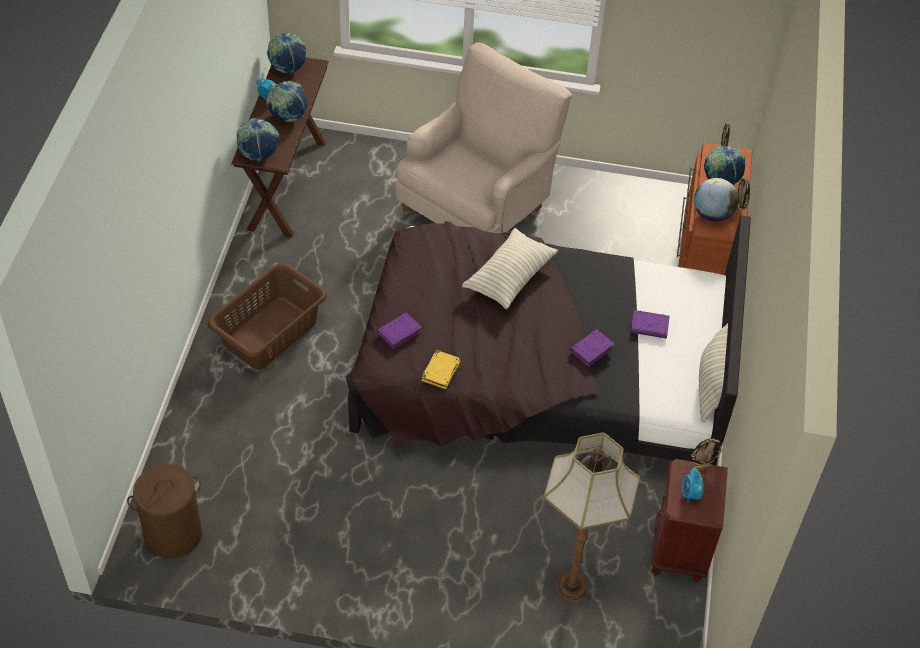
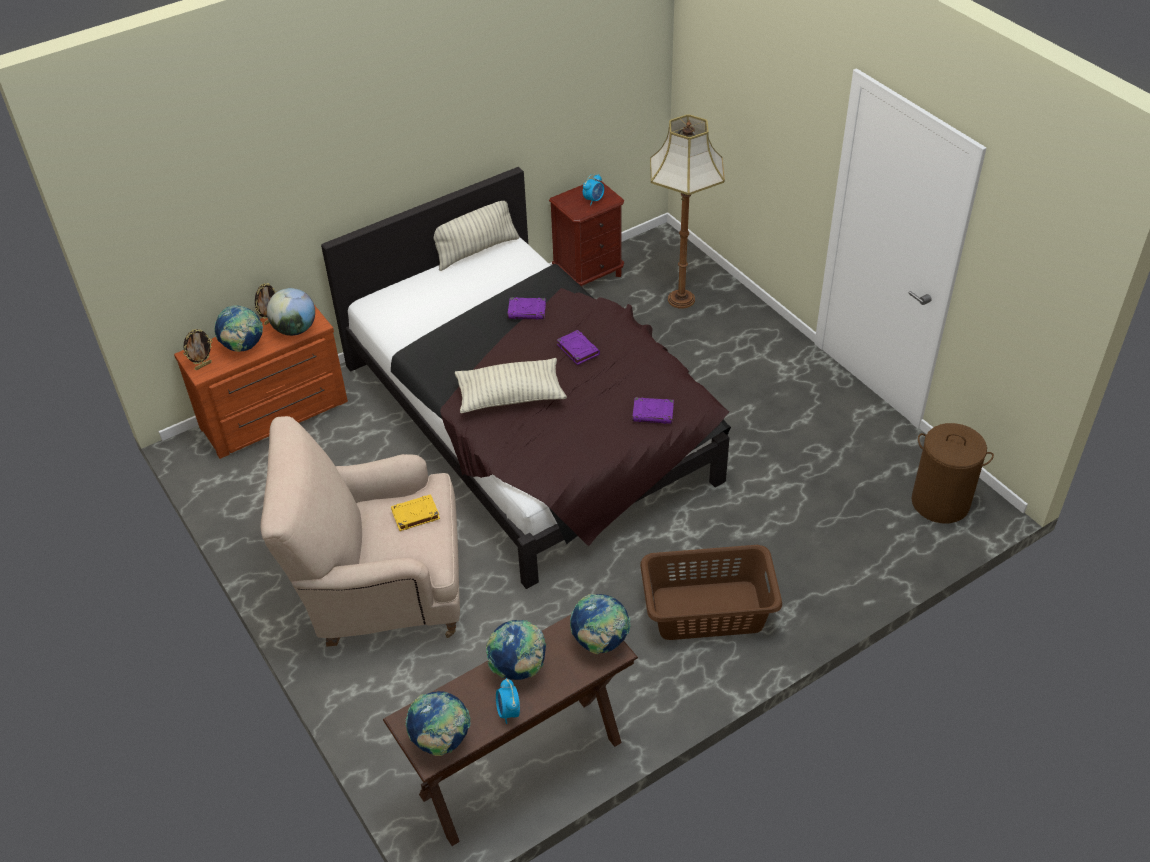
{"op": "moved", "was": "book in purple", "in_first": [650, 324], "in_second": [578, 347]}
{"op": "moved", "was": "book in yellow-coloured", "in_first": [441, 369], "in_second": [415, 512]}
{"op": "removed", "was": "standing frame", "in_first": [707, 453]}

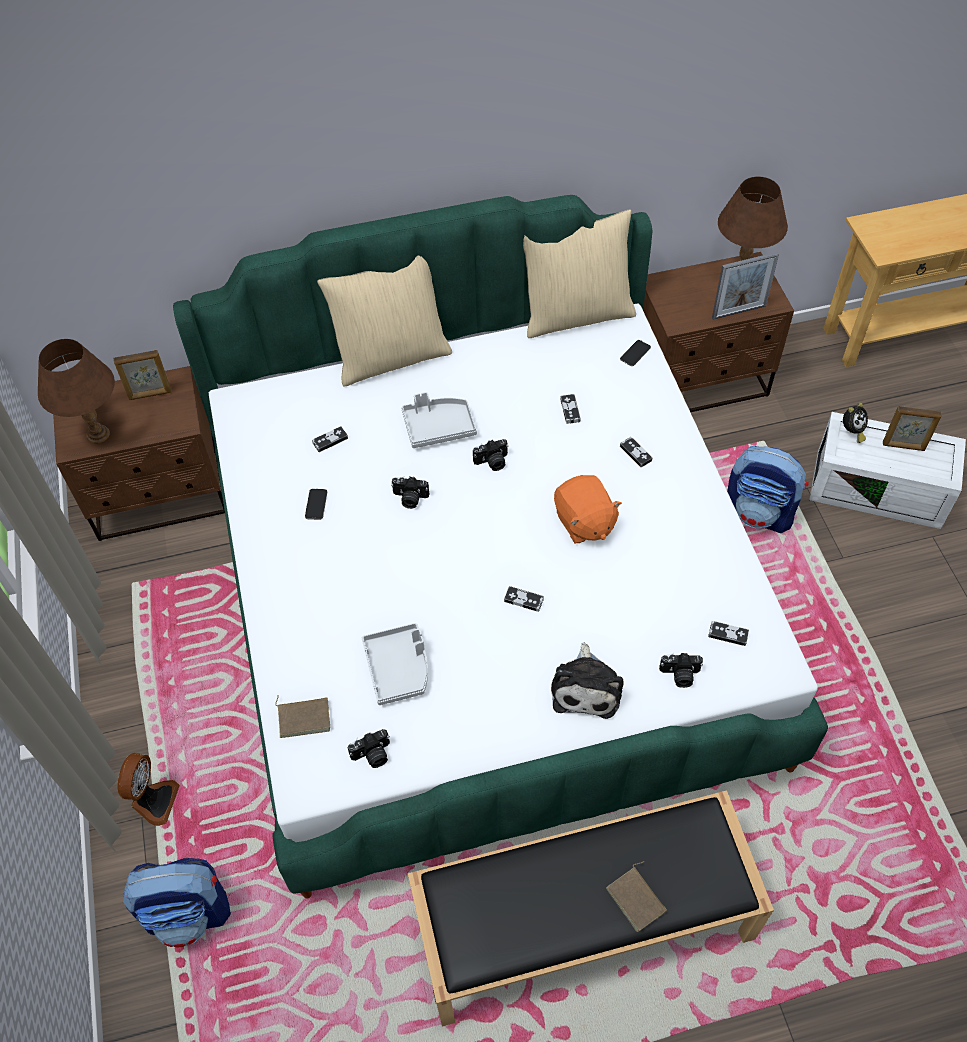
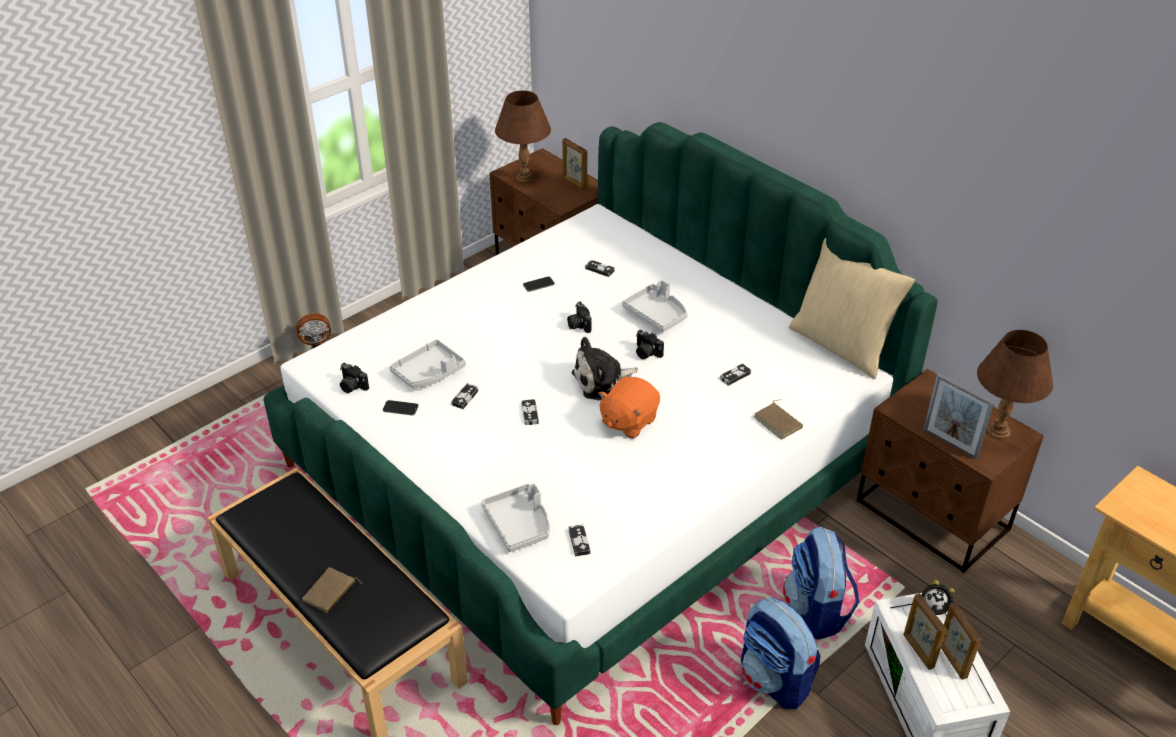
{"op": "removed", "was": "pillow in beige", "in_first": [384, 321]}
{"op": "moved", "was": "handset", "in_first": [635, 353], "in_second": [401, 407]}
{"op": "moved", "was": "joypad", "in_first": [636, 452], "in_second": [465, 396]}
{"op": "moved", "was": "soft toy", "in_first": [587, 680], "in_second": [604, 368]}
{"op": "replaced", "was": "still camera", "now": "carrying tray in gray", "in_first": [681, 670], "in_second": [515, 517]}
{"op": "moved", "was": "book in brownish", "in_first": [302, 716], "in_second": [778, 419]}
{"op": "moved", "was": "knapsack", "in_first": [177, 902], "in_second": [780, 653]}
{"op": "added", "now": "standing frame", "in_second": [925, 631]}

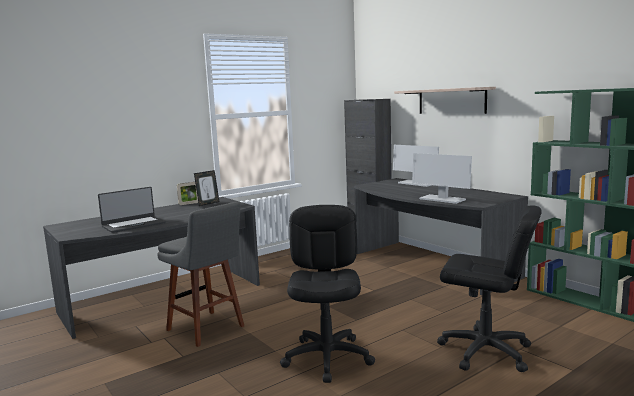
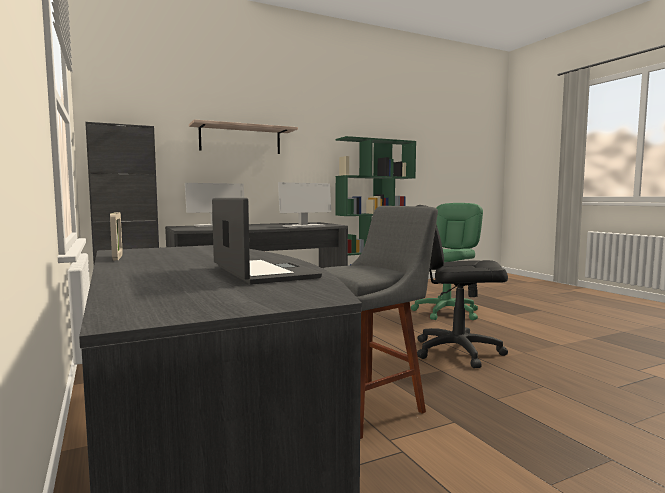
{"op": "removed", "was": "standing frame", "in_first": [206, 188]}
{"op": "recoloured", "was": "desk chair in black", "now": "desk chair in green-coloured", "in_first": [489, 289], "in_second": [447, 261]}

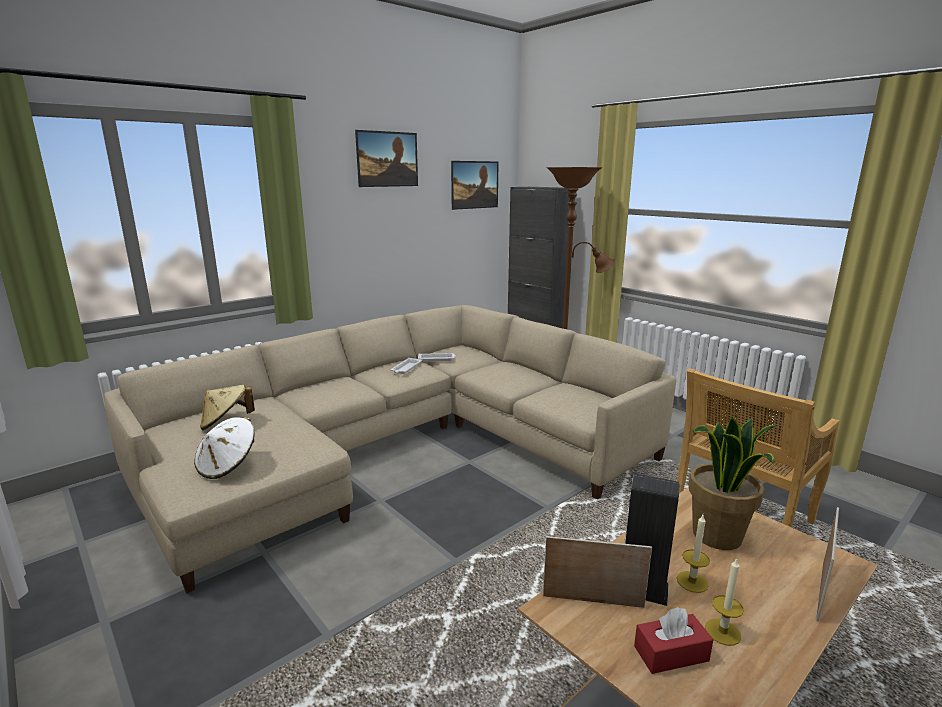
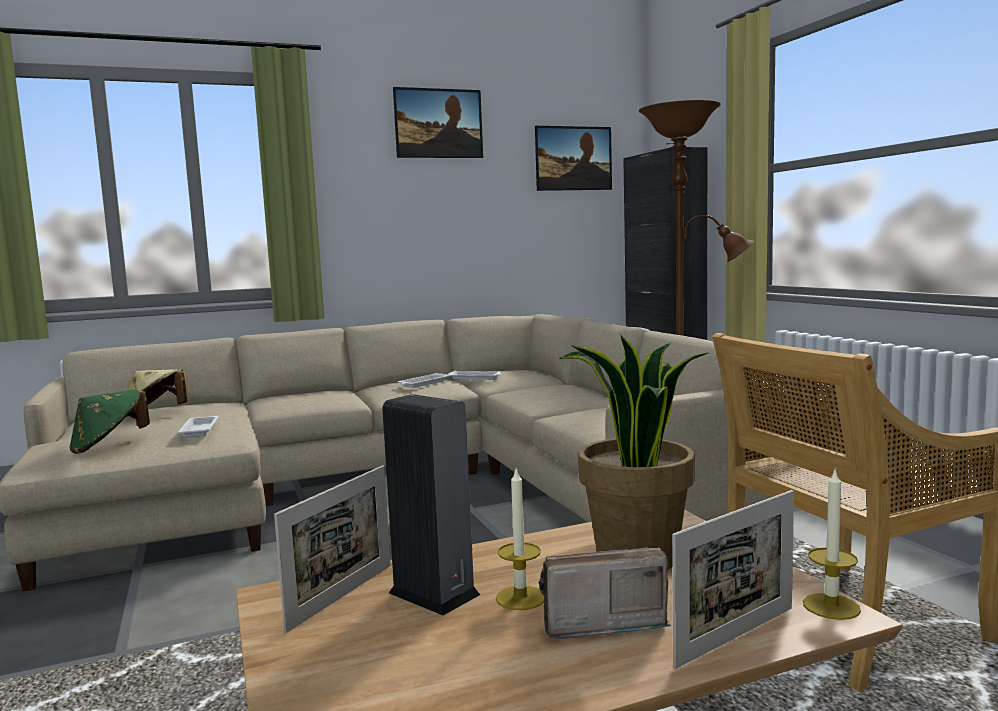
{"op": "recoloured", "was": "clothing hat in white-coloured", "now": "clothing hat in green-coloured", "in_first": [224, 448], "in_second": [110, 421]}
{"op": "turned", "was": "standing frame", "in_first": [597, 572], "in_second": [332, 549], "clockwise": 90}
{"op": "moved", "was": "wax candle", "in_first": [724, 602], "in_second": [832, 545]}
{"op": "removed", "was": "tissue holder in reddish", "in_first": [673, 640]}
{"op": "added", "now": "carrying tray in white-coloured", "in_second": [198, 427]}
{"op": "added", "now": "radio set", "in_second": [604, 593]}

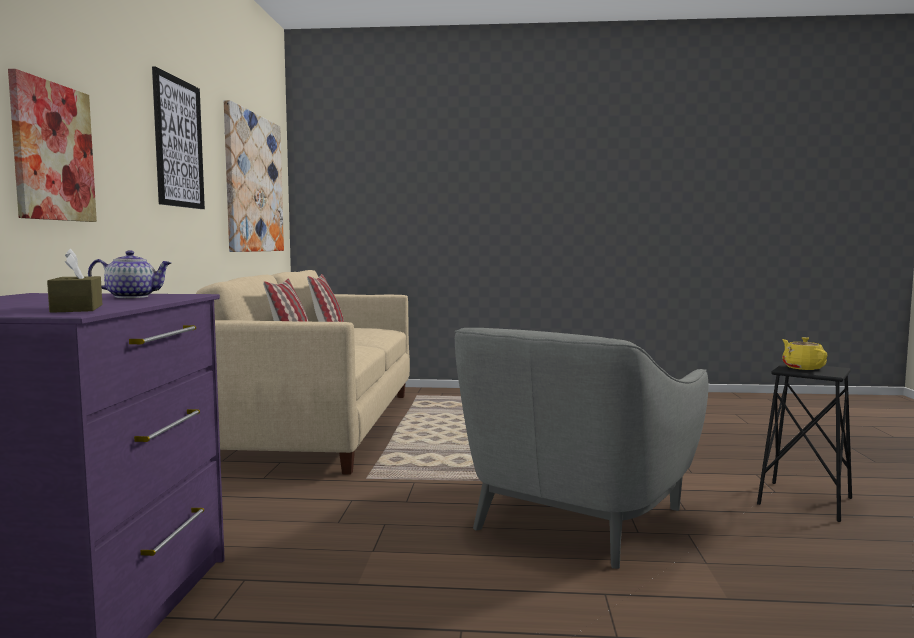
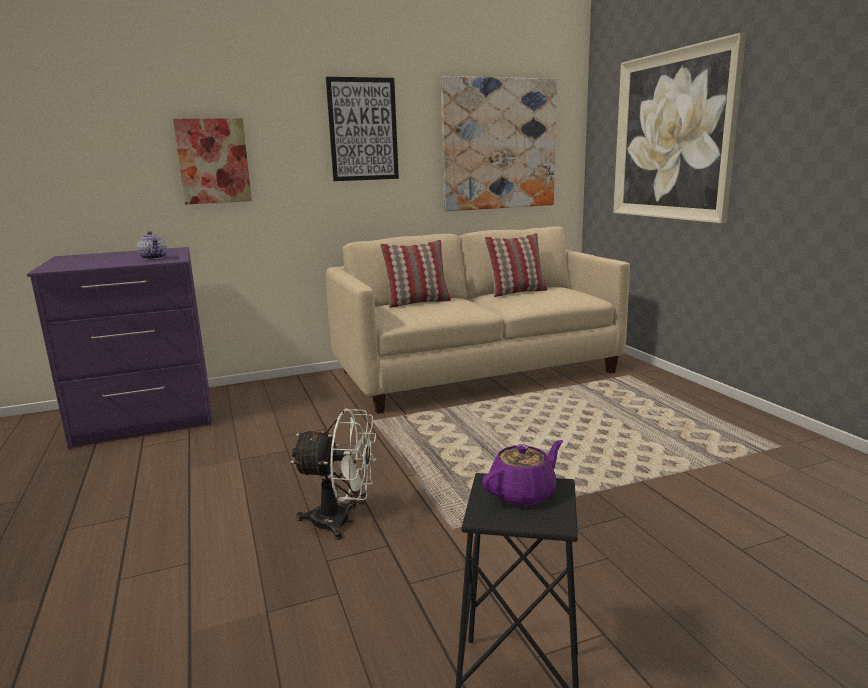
{"op": "removed", "was": "tissue holder in brownish", "in_first": [74, 280]}
{"op": "replaced", "was": "armchair in gray", "now": "electric fan in white-coloured", "in_first": [581, 448], "in_second": [333, 474]}
{"op": "recoloured", "was": "pot for tea in yellow-coloured", "now": "pot for tea in purple", "in_first": [804, 353], "in_second": [522, 473]}
{"op": "added", "now": "wall picture", "in_second": [679, 128]}

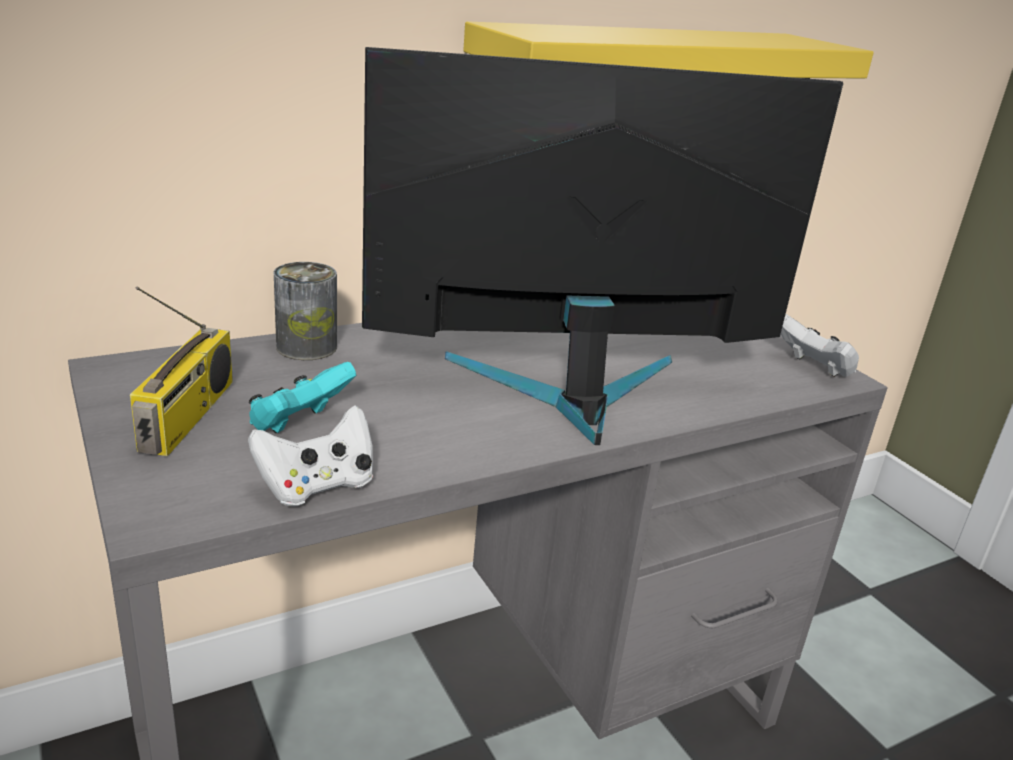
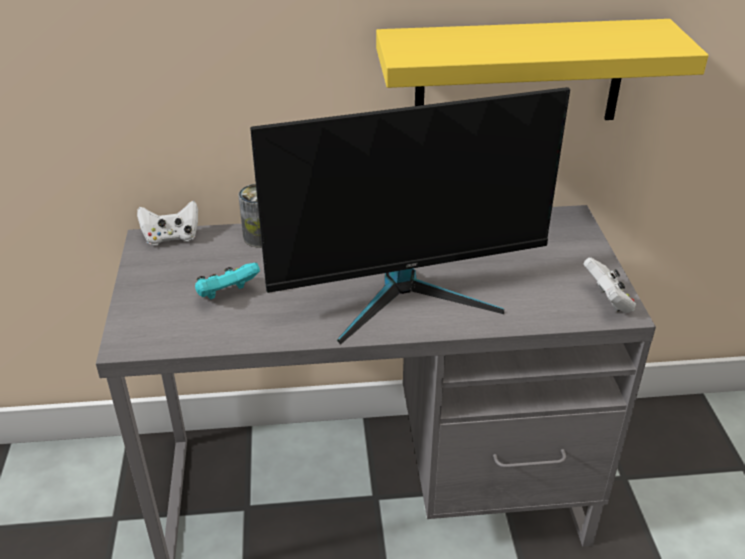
{"op": "turned", "was": "computer display", "in_first": [602, 246], "in_second": [410, 216], "clockwise": 150}
{"op": "removed", "was": "radio set", "in_first": [181, 371]}
{"op": "moved", "was": "joypad in white-coloured", "in_first": [310, 455], "in_second": [167, 223]}

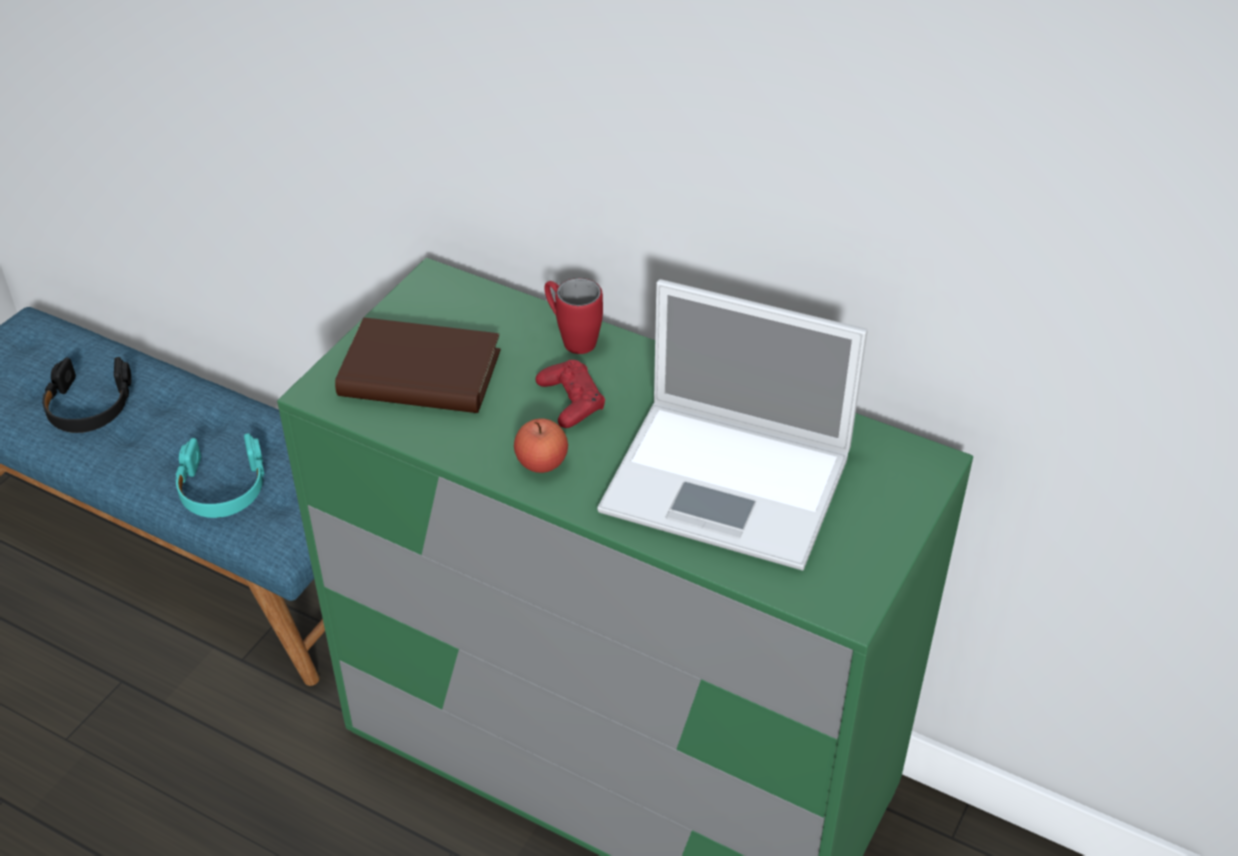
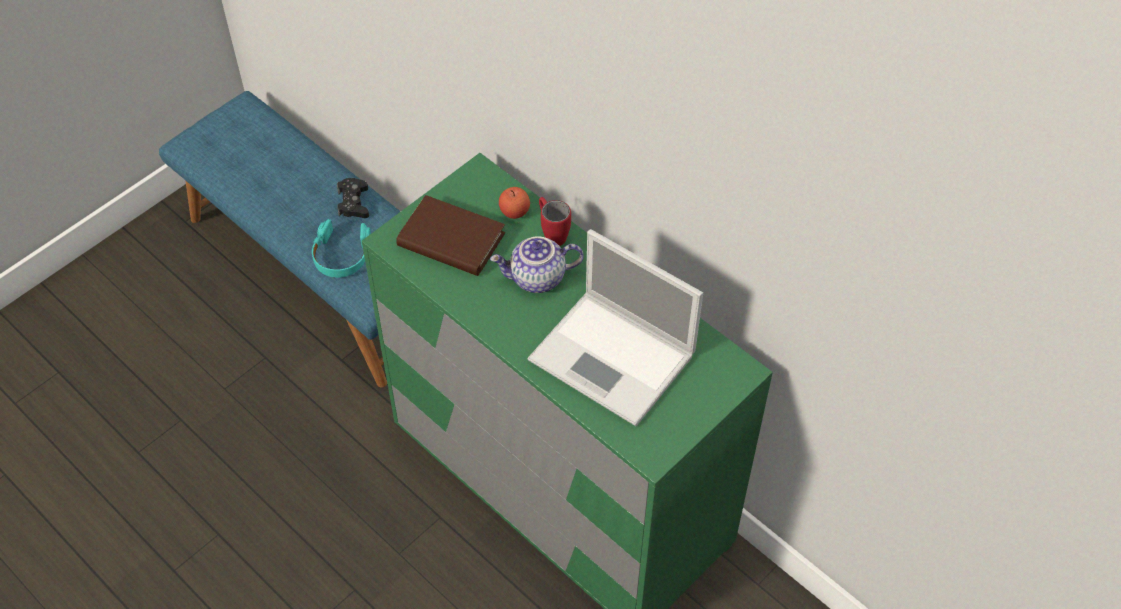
{"op": "removed", "was": "headset in black", "in_first": [86, 395]}
{"op": "replaced", "was": "joypad in reddish", "now": "pot for tea", "in_first": [570, 394], "in_second": [537, 264]}
{"op": "moved", "was": "whole apple", "in_first": [541, 445], "in_second": [514, 203]}
{"op": "added", "now": "joypad in black", "in_second": [353, 198]}

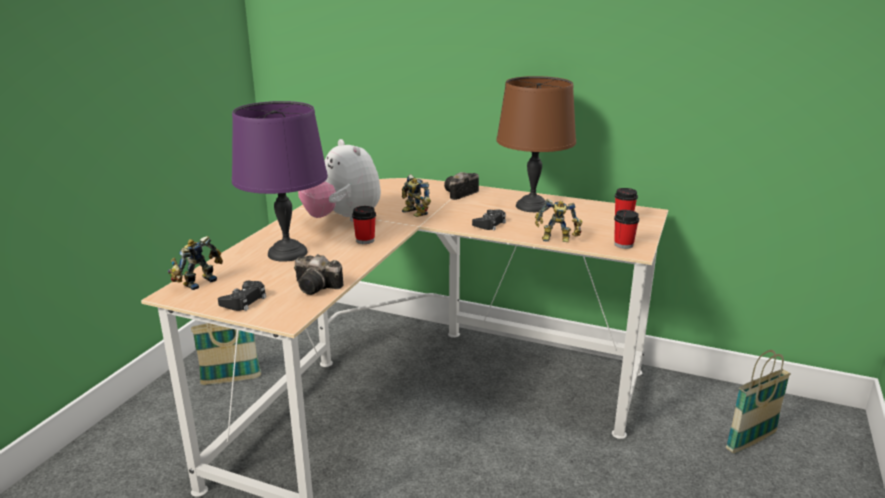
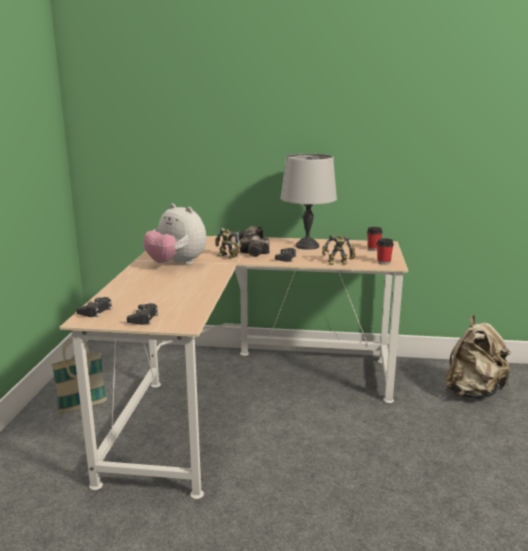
{"op": "recoloured", "was": "lamp for a table in brownish", "now": "lamp for a table in gray", "in_first": [536, 144], "in_second": [308, 202]}
{"op": "removed", "was": "lamp for a table in purple", "in_first": [280, 181]}
{"op": "removed", "was": "drinking cup", "in_first": [364, 225]}
{"op": "replaced", "was": "robot figure", "now": "joypad in black", "in_first": [195, 263], "in_second": [94, 307]}
{"op": "moved", "was": "still camera", "in_first": [319, 274], "in_second": [254, 246]}
{"op": "replaced", "was": "basket", "now": "knapsack in beige", "in_first": [758, 402], "in_second": [477, 357]}

